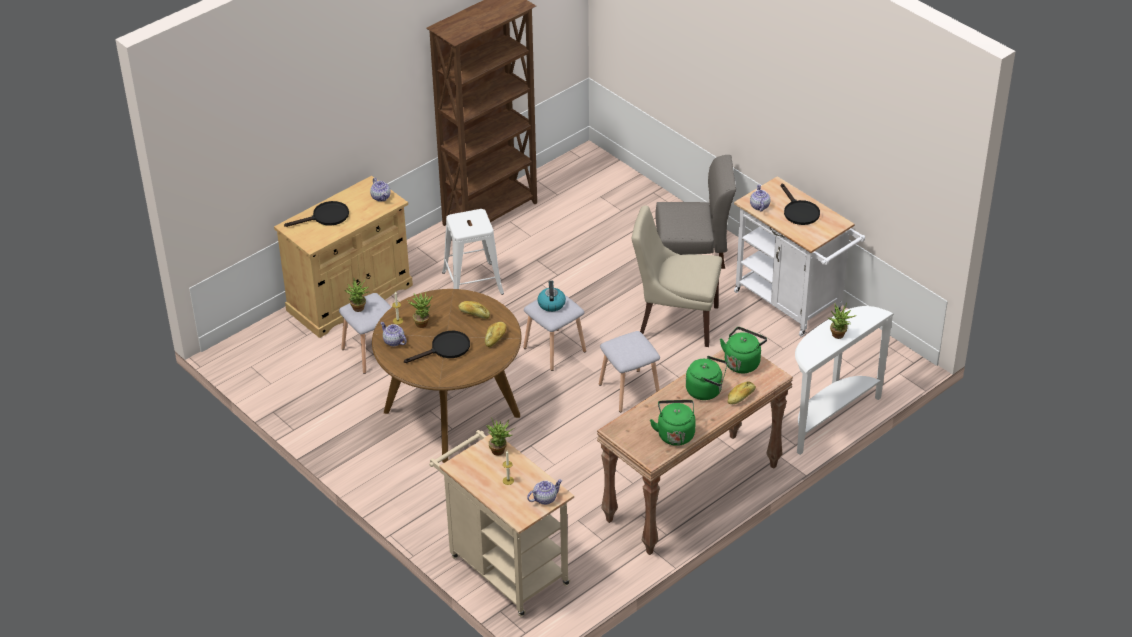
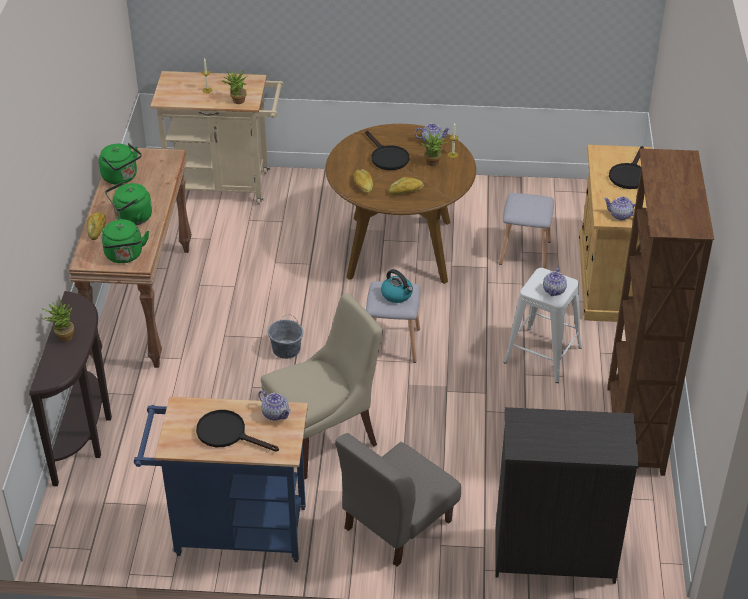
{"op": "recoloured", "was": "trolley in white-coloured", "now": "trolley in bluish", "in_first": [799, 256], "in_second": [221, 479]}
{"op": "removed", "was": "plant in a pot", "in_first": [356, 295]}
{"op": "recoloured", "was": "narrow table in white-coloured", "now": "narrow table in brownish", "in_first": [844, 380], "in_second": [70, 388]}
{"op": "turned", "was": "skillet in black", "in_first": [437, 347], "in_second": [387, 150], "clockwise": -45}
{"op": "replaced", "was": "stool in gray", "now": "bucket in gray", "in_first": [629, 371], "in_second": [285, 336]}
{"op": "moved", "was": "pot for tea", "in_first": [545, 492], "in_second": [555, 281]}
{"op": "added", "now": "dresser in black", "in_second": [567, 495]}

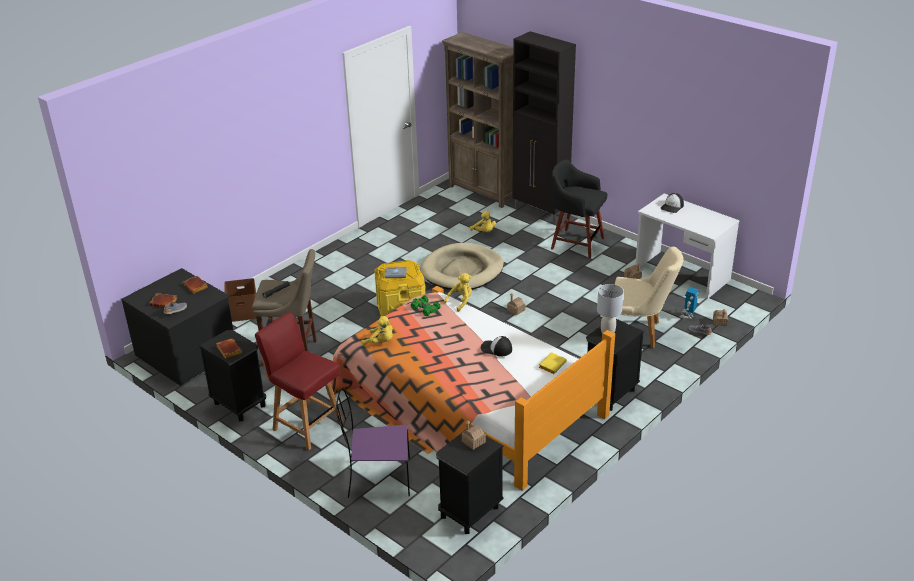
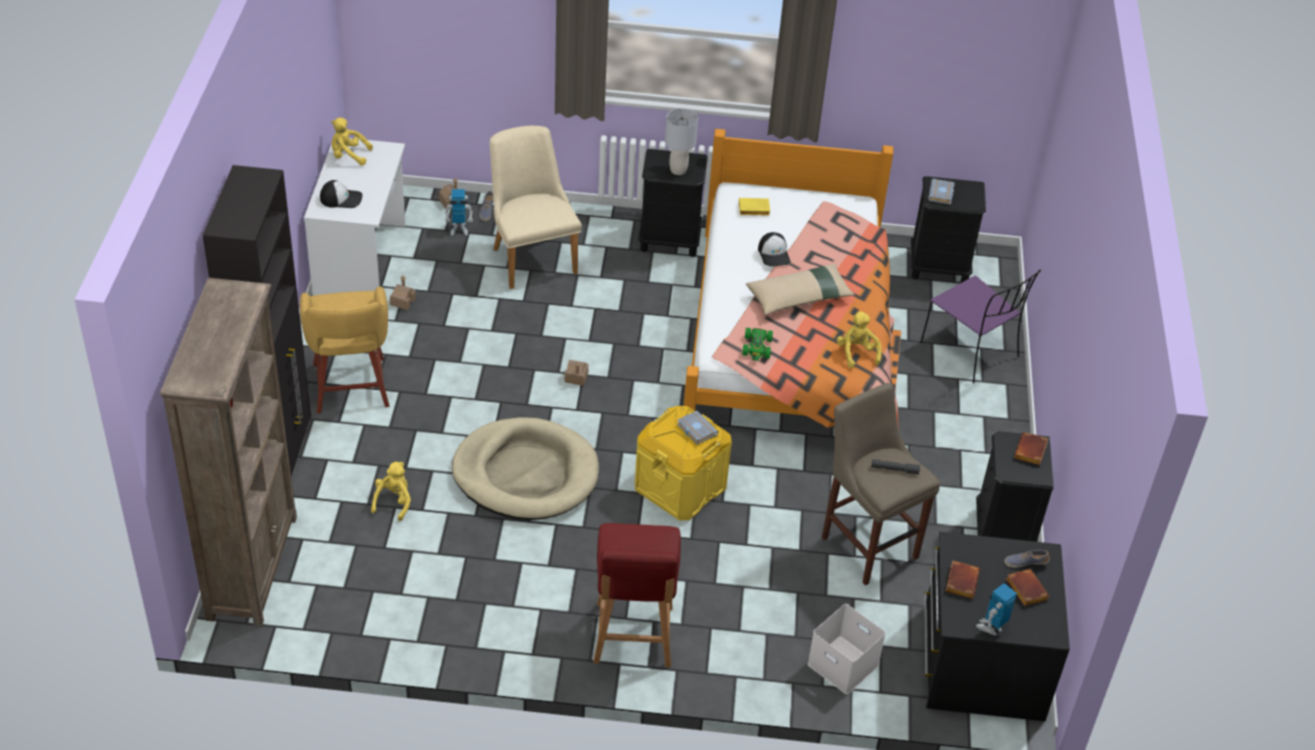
{"op": "recoloured", "was": "stool in black", "now": "stool in yellow-coloured", "in_first": [579, 208], "in_second": [344, 350]}
{"op": "moved", "was": "soft toy in yellow-coloured", "in_first": [458, 292], "in_second": [352, 141]}
{"op": "recoloured", "was": "storage container in brownish", "now": "storage container in white-coloured", "in_first": [240, 300], "in_second": [846, 649]}
{"op": "moved", "was": "plain chair in reddish", "in_first": [299, 381], "in_second": [637, 595]}
{"op": "replaced", "was": "miniature house", "now": "book in gray", "in_first": [474, 435], "in_second": [941, 192]}
{"op": "added", "now": "pillow in beige", "in_second": [800, 289]}
{"op": "added", "now": "robot figure", "in_second": [996, 609]}

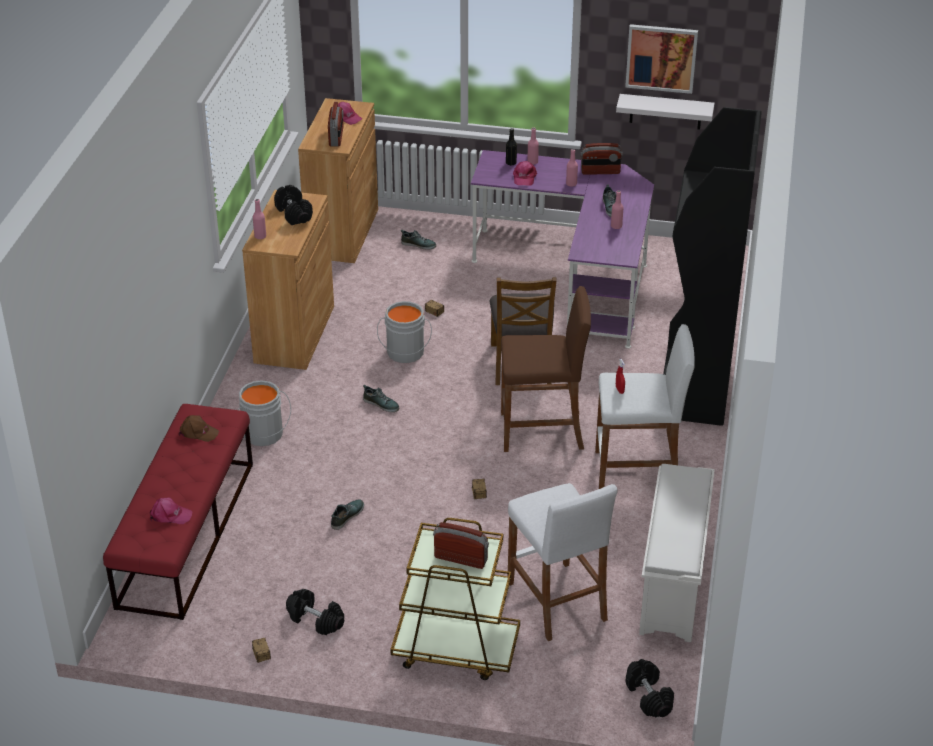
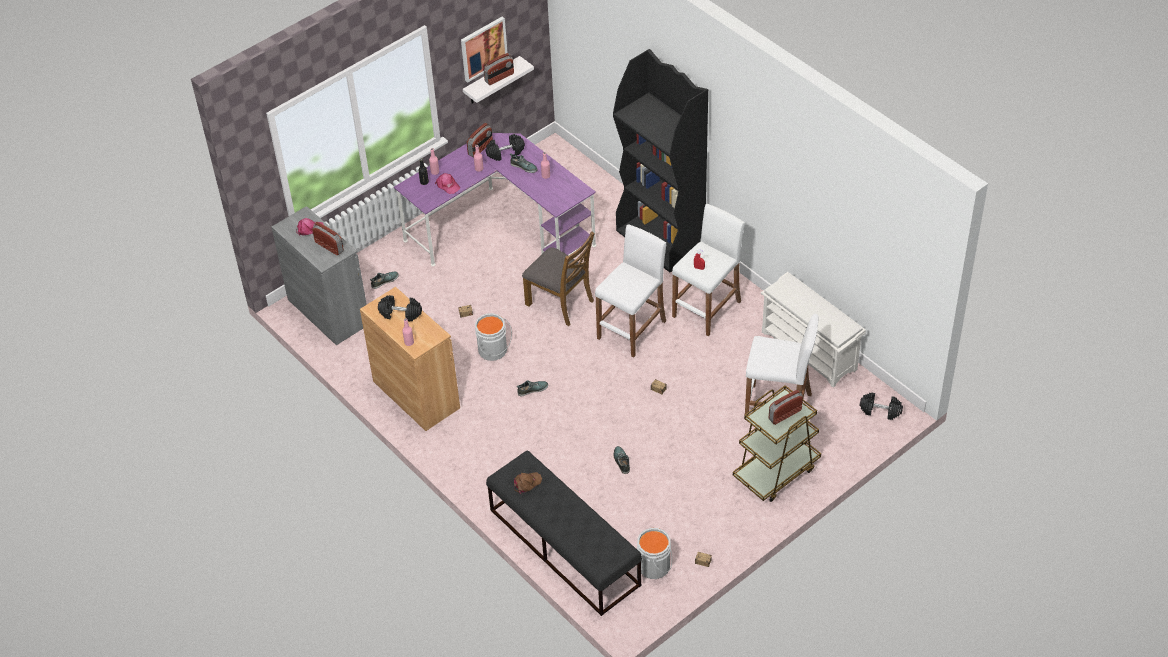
{"op": "recoloured", "was": "cabinet in brownish", "now": "cabinet in gray", "in_first": [338, 180], "in_second": [319, 275]}
{"op": "recoloured", "was": "stool in brownish", "now": "stool in white-coloured", "in_first": [546, 369], "in_second": [630, 291]}
{"op": "moved", "was": "bucket in gray", "in_first": [264, 413], "in_second": [654, 553]}
{"op": "recoloured", "was": "bench in reddish", "now": "bench in black", "in_first": [178, 512], "in_second": [564, 533]}
{"op": "removed", "was": "baseball cap in pink-coloured", "in_first": [171, 510]}
{"op": "moved", "was": "dumbbell in black", "in_first": [315, 612], "in_second": [505, 147]}
{"op": "added", "now": "radio set", "in_second": [499, 69]}

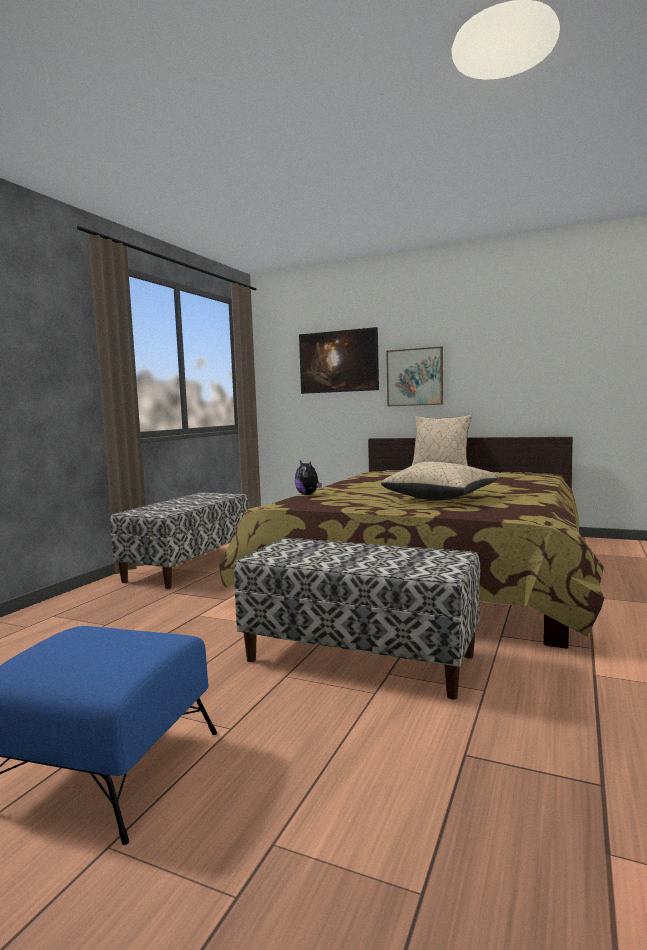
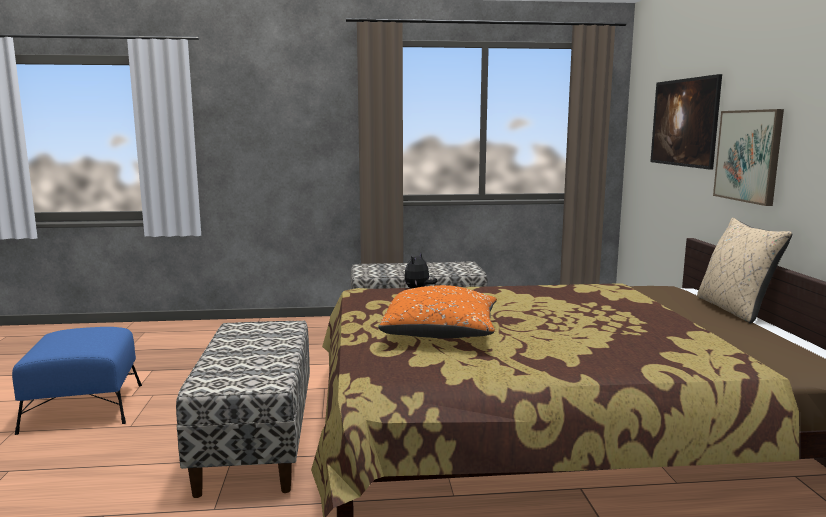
{"op": "recoloured", "was": "pillow in beige", "now": "pillow in orange", "in_first": [440, 481], "in_second": [437, 311]}

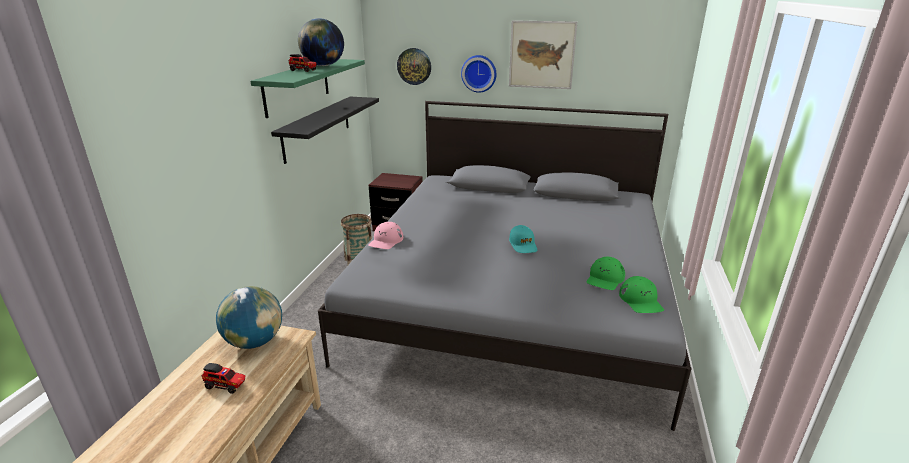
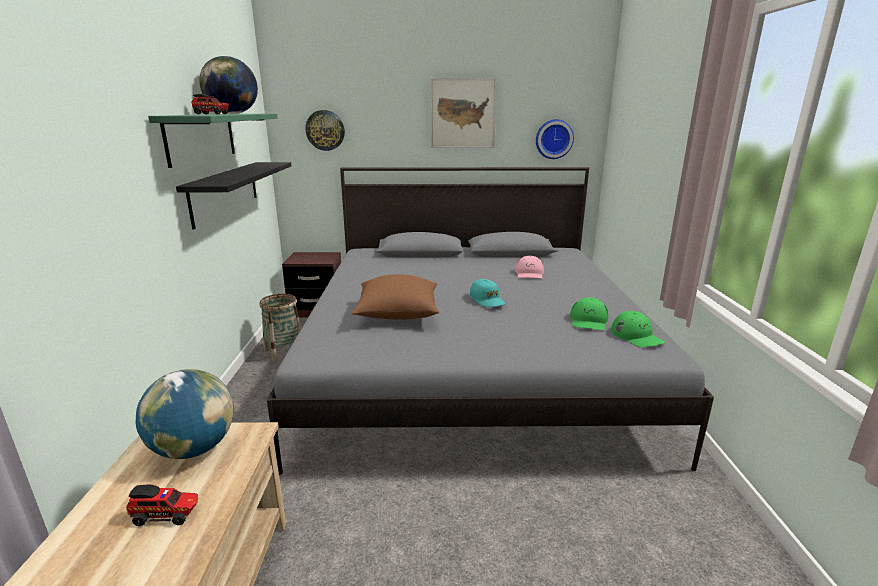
{"op": "moved", "was": "hanging clock", "in_first": [478, 74], "in_second": [555, 139]}
{"op": "moved", "was": "baseball cap in pink-coloured", "in_first": [385, 235], "in_second": [529, 267]}
{"op": "added", "now": "pillow in brownish", "in_second": [395, 297]}

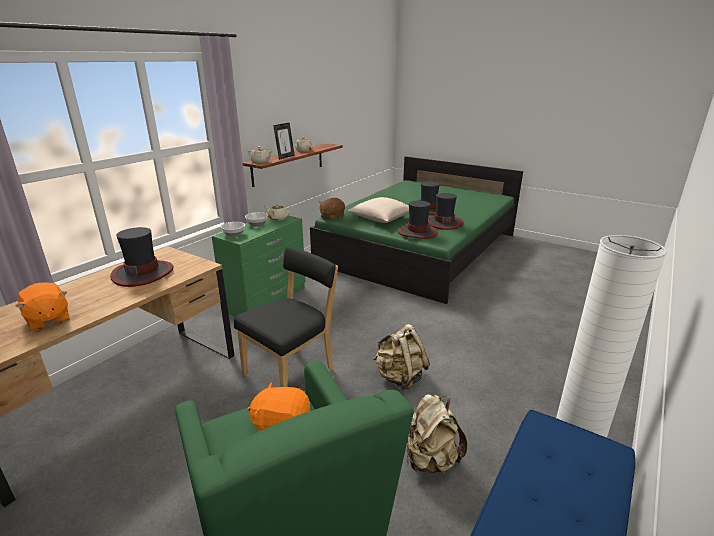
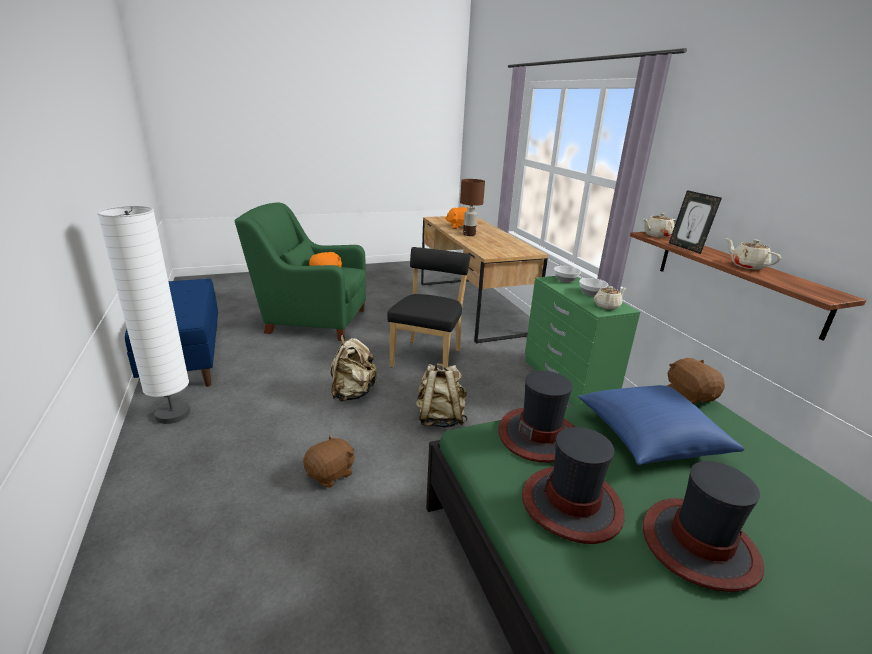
{"op": "recoloured", "was": "pillow in beige", "now": "pillow in bluish", "in_first": [378, 210], "in_second": [661, 425]}
{"op": "removed", "was": "clothing hat", "in_first": [142, 257]}
{"op": "turned", "was": "plain chair in black", "in_first": [286, 317], "in_second": [428, 308], "clockwise": -150}
{"op": "moved", "was": "knapsack in beige", "in_first": [436, 433], "in_second": [442, 395]}
{"op": "added", "now": "lamp for a table in brownish", "in_second": [472, 207]}
{"op": "added", "now": "soft toy in brownish", "in_second": [328, 461]}

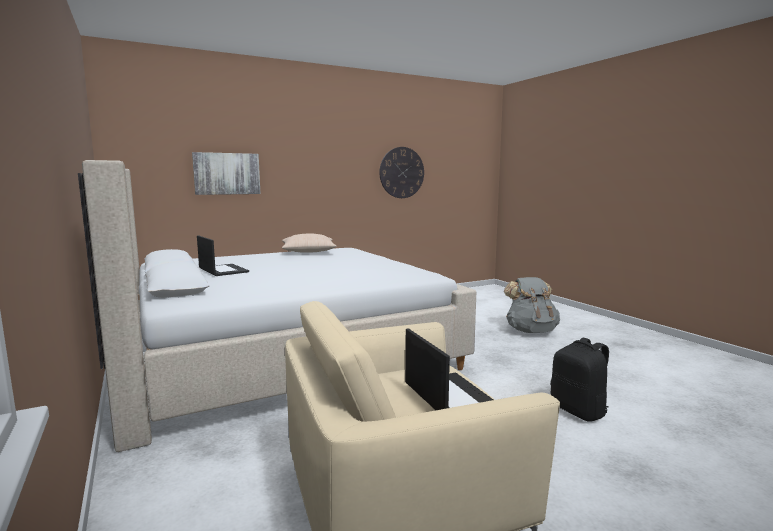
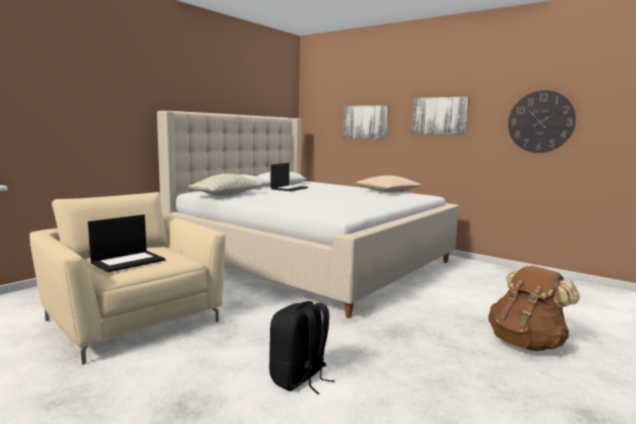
{"op": "recoloured", "was": "knapsack in gray", "now": "knapsack in brownish", "in_first": [532, 305], "in_second": [534, 308]}
{"op": "added", "now": "wall picture", "in_second": [440, 116]}
{"op": "added", "now": "pillow", "in_second": [225, 185]}

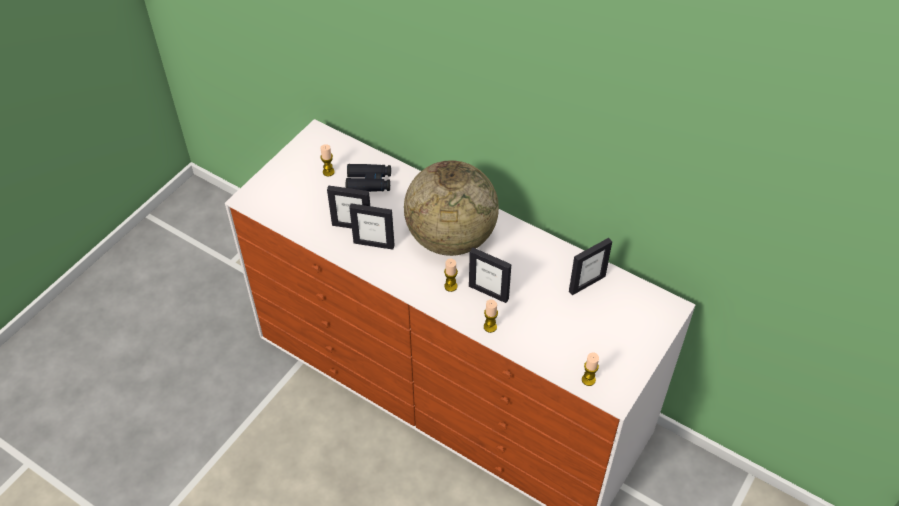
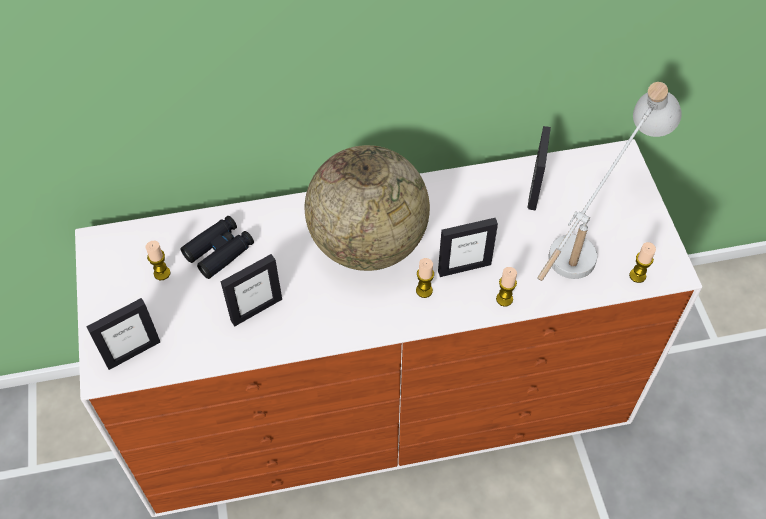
{"op": "moved", "was": "standing frame", "in_first": [371, 226], "in_second": [123, 334]}
{"op": "added", "now": "lamp for a table in white-coloured", "in_second": [609, 181]}

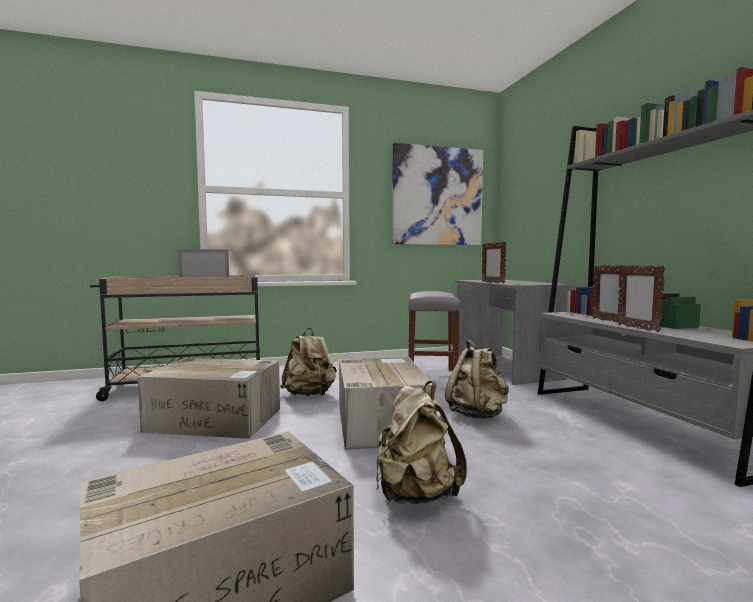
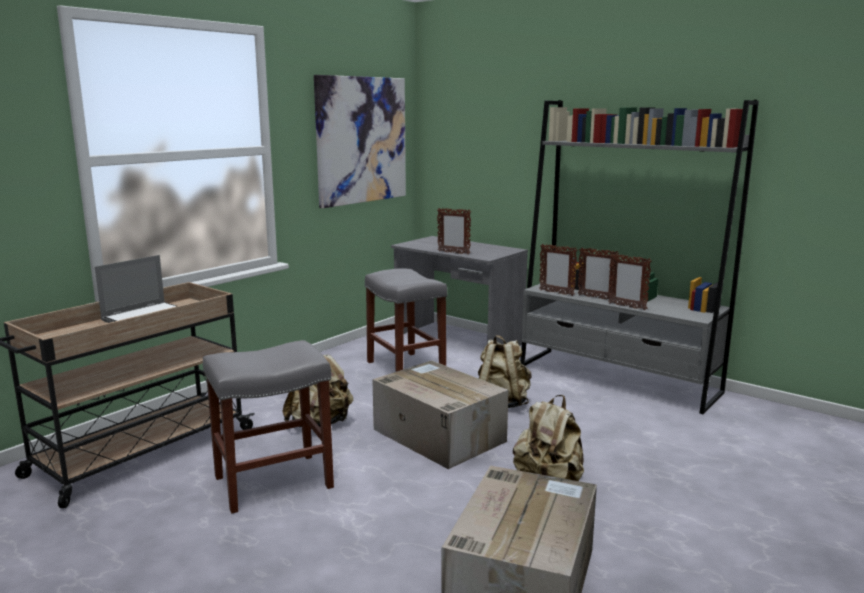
{"op": "replaced", "was": "packing box", "now": "stool in gray", "in_first": [209, 398], "in_second": [268, 427]}
{"op": "added", "now": "standing frame", "in_second": [558, 270]}

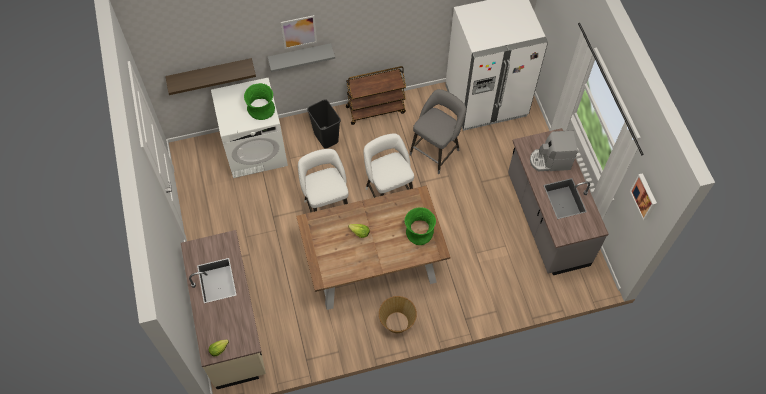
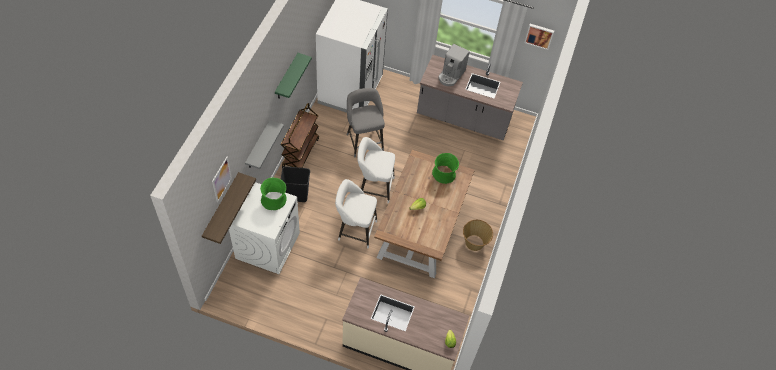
{"op": "moved", "was": "wall picture", "in_first": [299, 32], "in_second": [222, 179]}
{"op": "added", "now": "bracket shelf in green-coloured", "in_second": [293, 76]}

